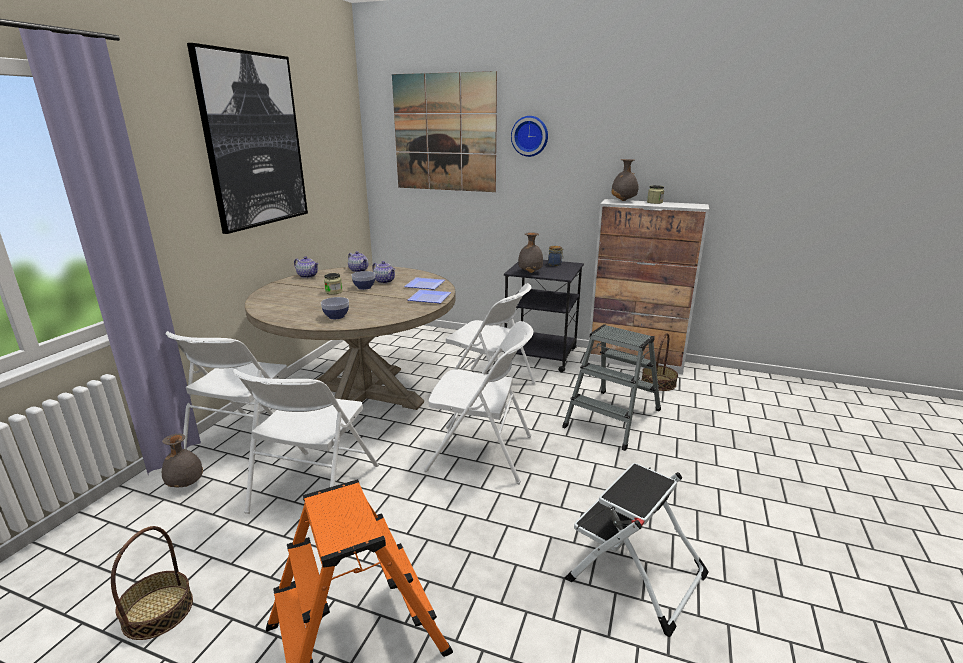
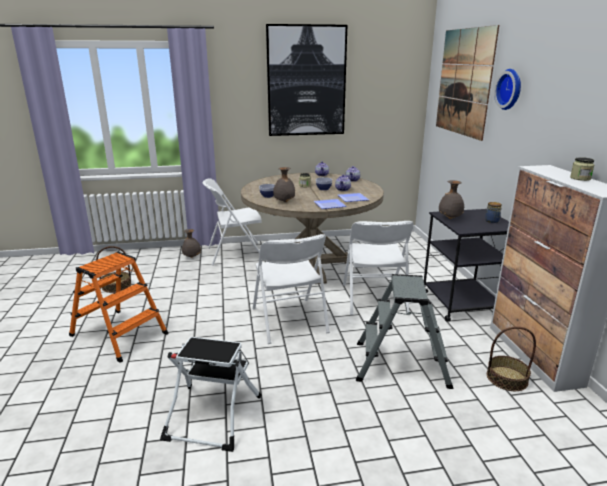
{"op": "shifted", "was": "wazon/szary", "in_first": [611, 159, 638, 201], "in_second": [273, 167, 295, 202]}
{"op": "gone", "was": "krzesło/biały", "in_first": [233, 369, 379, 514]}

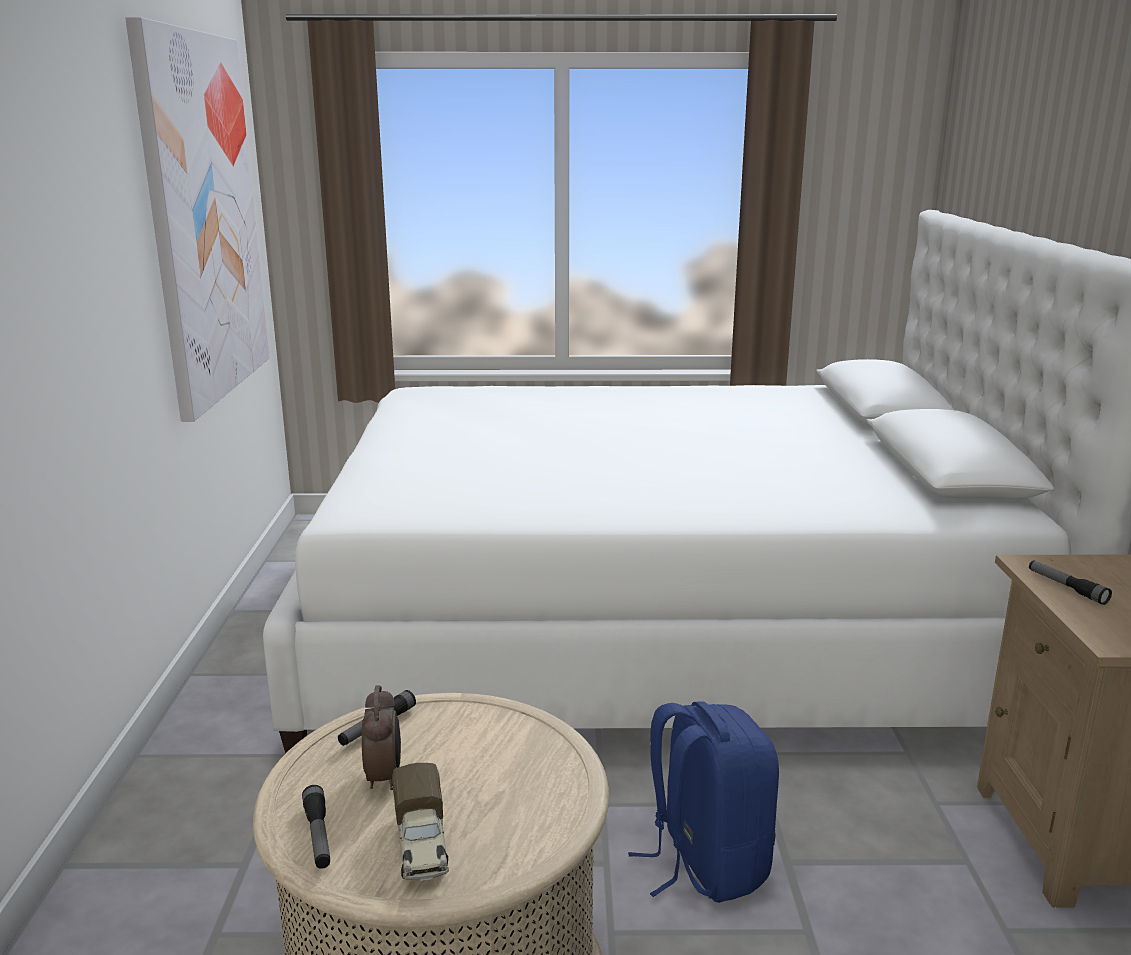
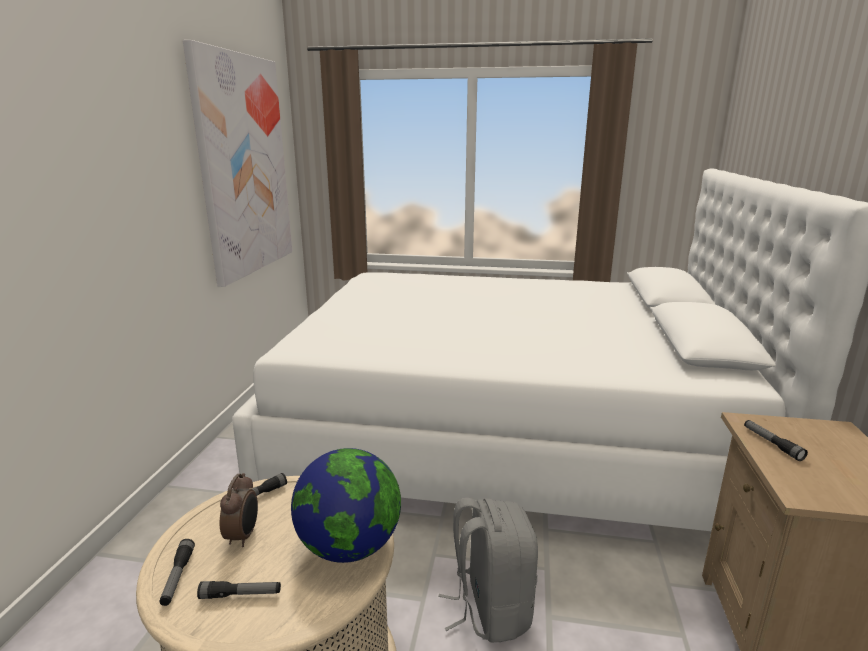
{"op": "swapped", "was": "ciężarówka zabawkowa", "now": "latarka", "in_first": [392, 763, 449, 881], "in_second": [197, 581, 281, 599]}
{"op": "new", "now": "globus", "in_second": [291, 448, 401, 563]}
{"op": "repainted", "was": "plecak/niebieski", "now": "plecak/szary", "in_first": [628, 701, 779, 903], "in_second": [438, 498, 538, 642]}

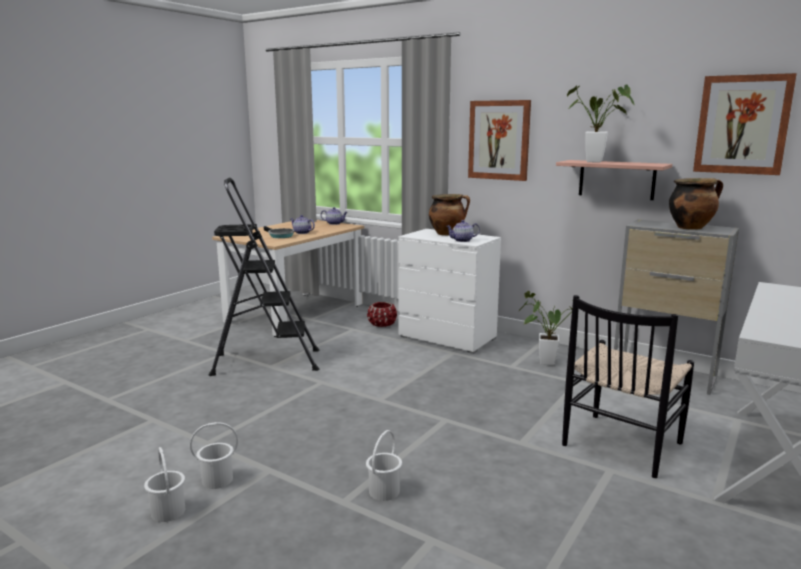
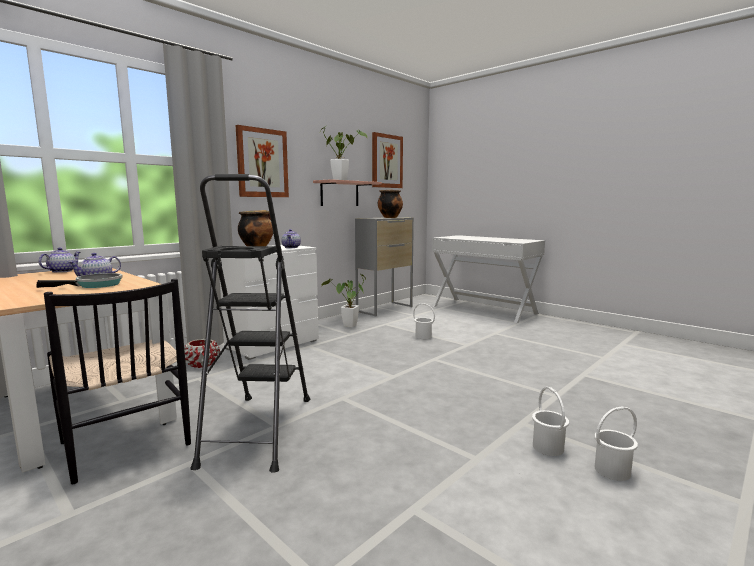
{"op": "shifted", "was": "krzesło/czarny", "in_first": [562, 295, 694, 478], "in_second": [44, 279, 191, 484]}
{"op": "shifted", "was": "wiadro/biały", "in_first": [366, 430, 402, 501], "in_second": [413, 303, 435, 339]}

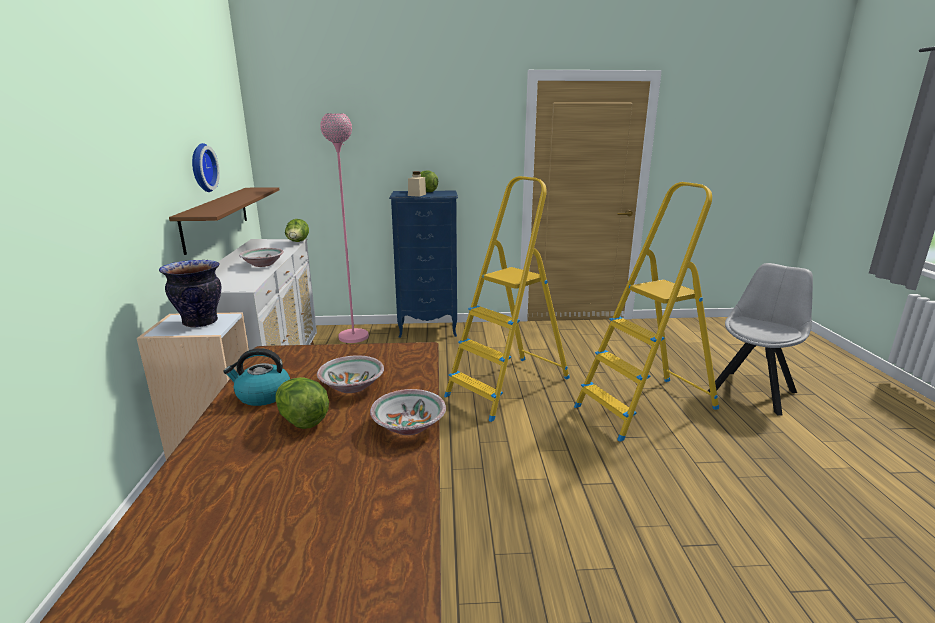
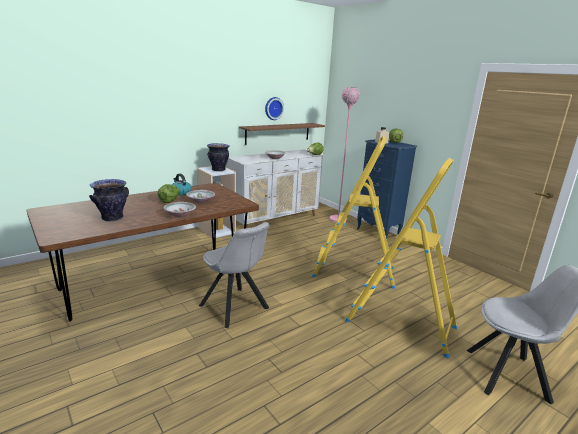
{"op": "new", "now": "wazon", "in_second": [89, 179, 129, 221]}
{"op": "new", "now": "krzesło/szary", "in_second": [199, 222, 269, 328]}

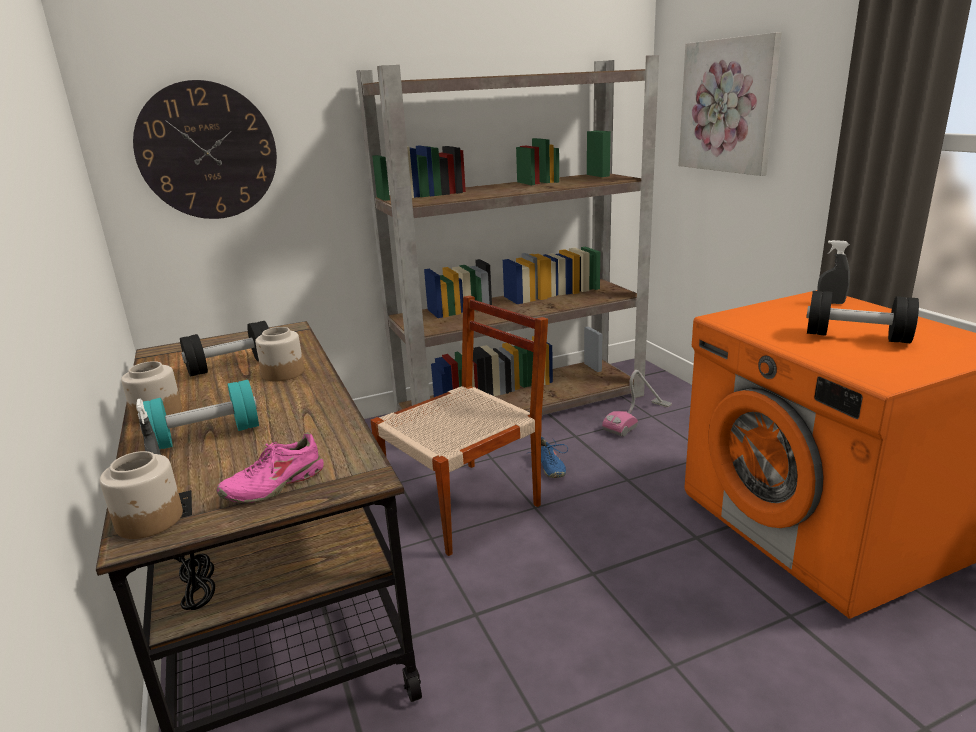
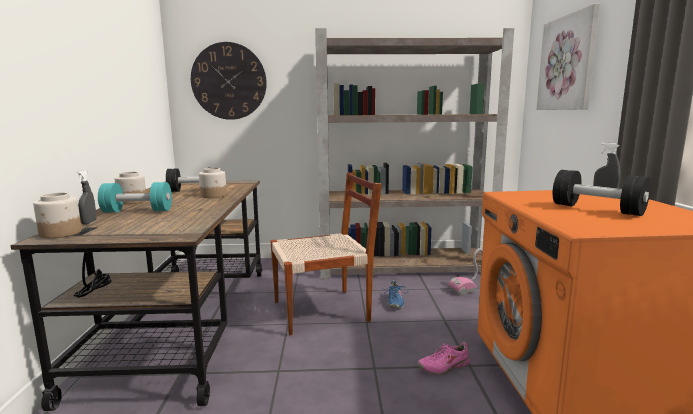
{"op": "shifted", "was": "but/różowy", "in_first": [216, 432, 324, 503], "in_second": [418, 342, 470, 375]}

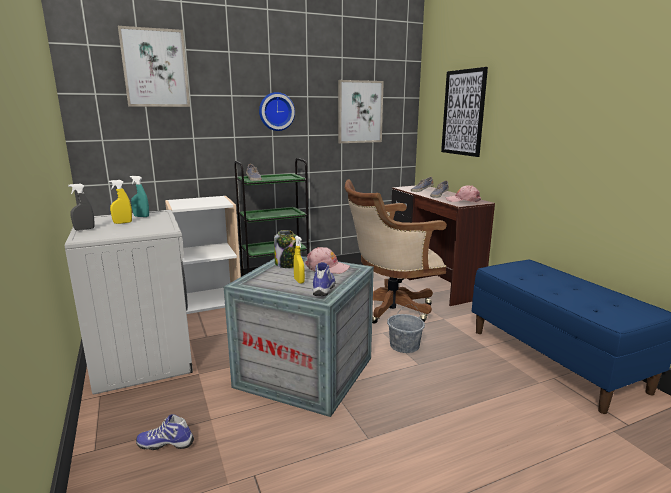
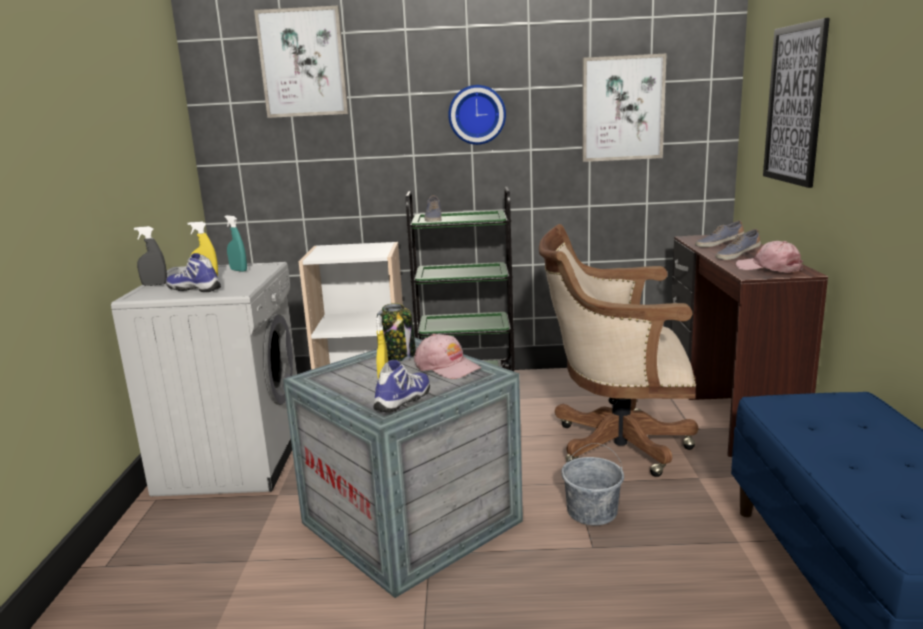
{"op": "shifted", "was": "but", "in_first": [136, 414, 194, 450], "in_second": [166, 253, 221, 292]}

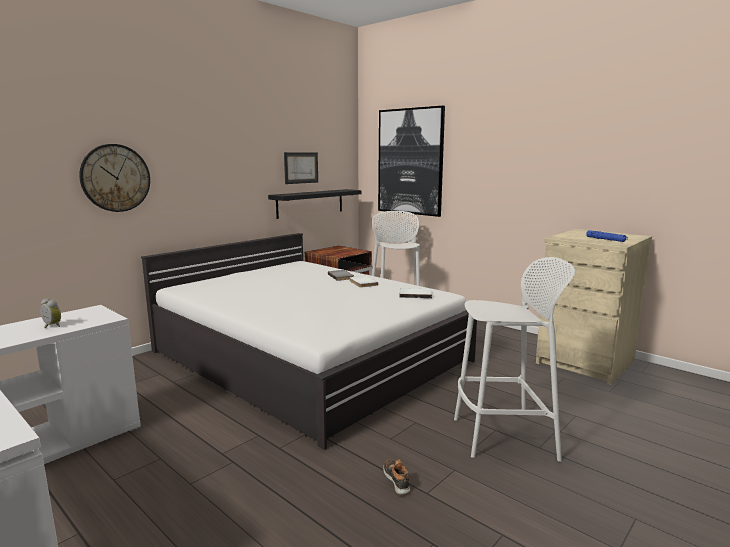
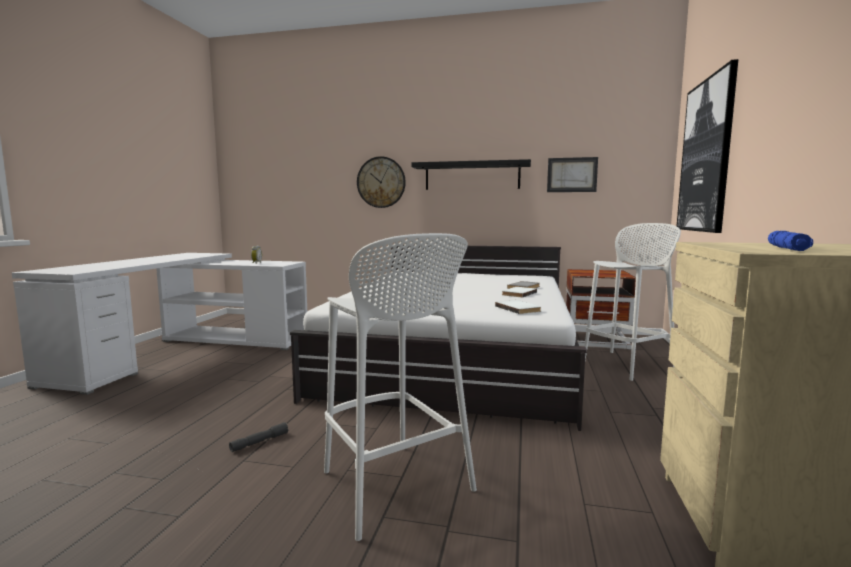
{"op": "swapped", "was": "but", "now": "latarka/szary", "in_first": [383, 459, 410, 495], "in_second": [229, 422, 288, 452]}
{"op": "shifted", "was": "półka/czarny", "in_first": [268, 189, 361, 219], "in_second": [411, 159, 531, 190]}

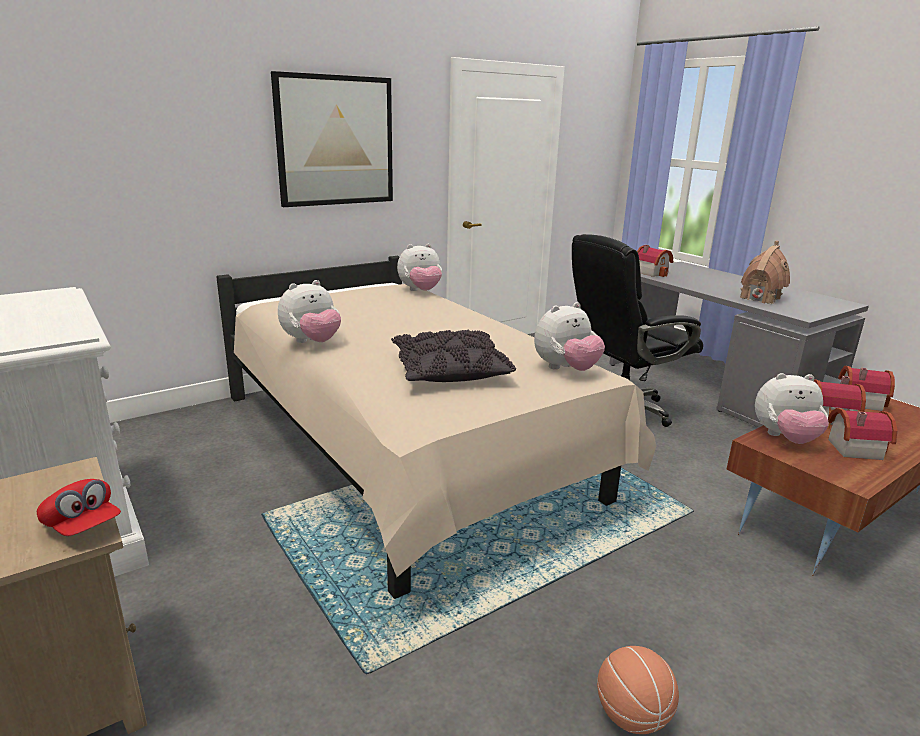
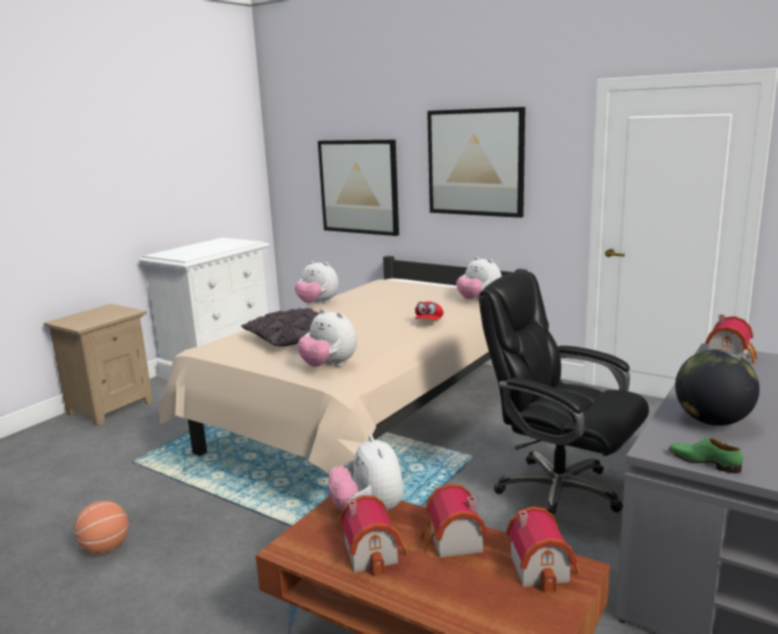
{"op": "new", "now": "obraz", "in_second": [318, 140, 399, 236]}
{"op": "shifted", "was": "czapka z daszkiem/czerwony", "in_first": [37, 479, 121, 536], "in_second": [415, 301, 443, 320]}
{"op": "new", "now": "but/zielony", "in_second": [669, 438, 743, 474]}
{"op": "swapped", "was": "domek", "now": "globus", "in_first": [740, 241, 790, 305], "in_second": [675, 349, 760, 426]}

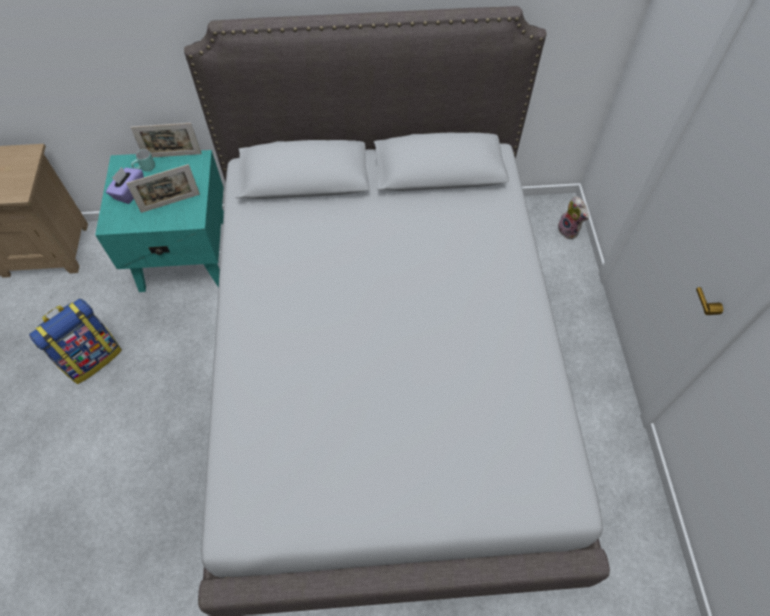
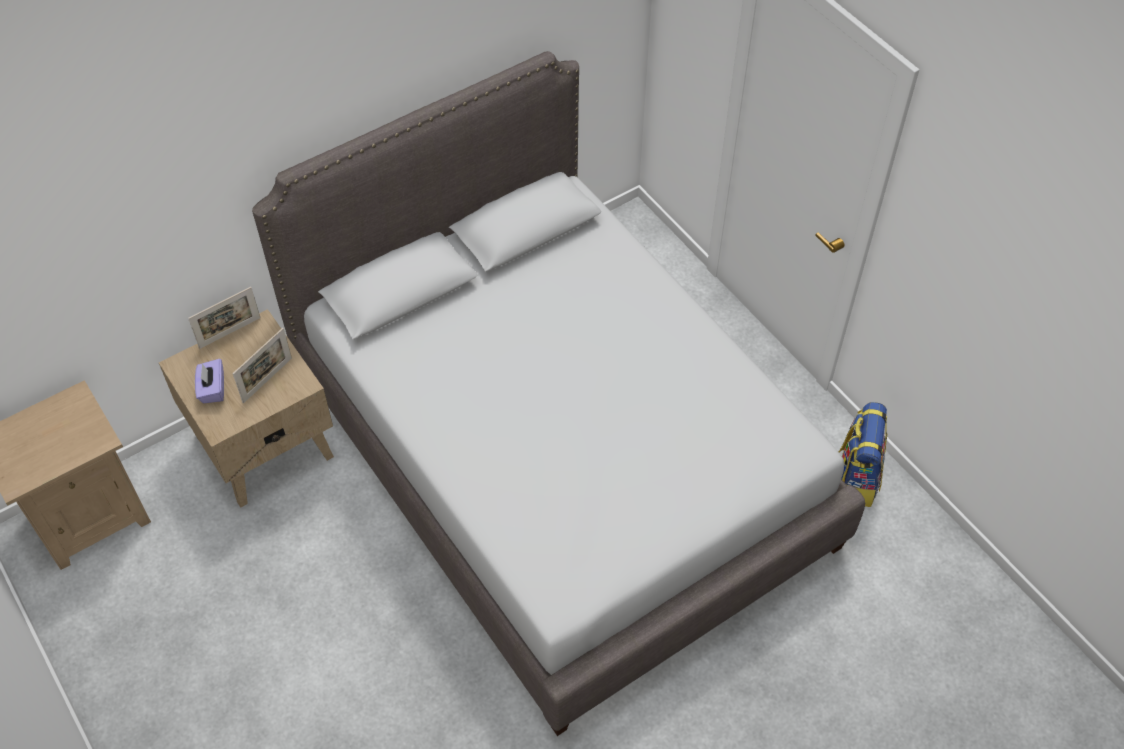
{"op": "repainted", "was": "szafka nocna/turkusowy", "now": "szafka nocna/beżowy", "in_first": [95, 150, 224, 292], "in_second": [159, 309, 334, 508]}
{"op": "shifted", "was": "plecak", "in_first": [29, 298, 122, 384], "in_second": [839, 402, 887, 507]}
{"op": "gone", "was": "kubek/turkusowy", "in_first": [131, 149, 155, 171]}
{"op": "gone", "was": "pluszak", "in_first": [558, 196, 589, 239]}

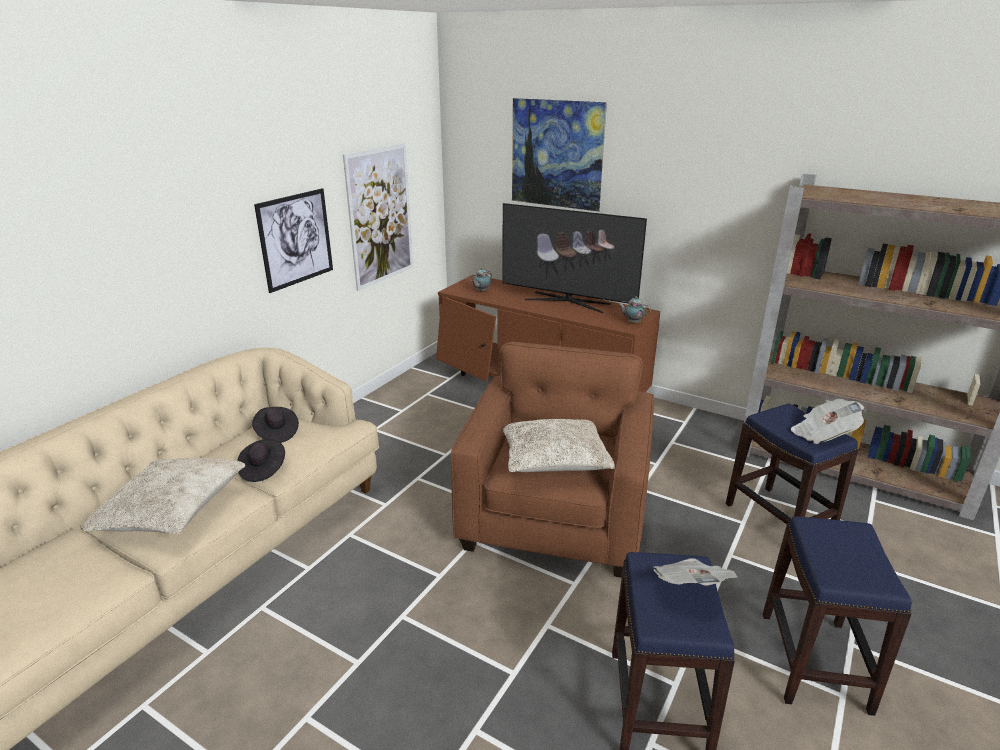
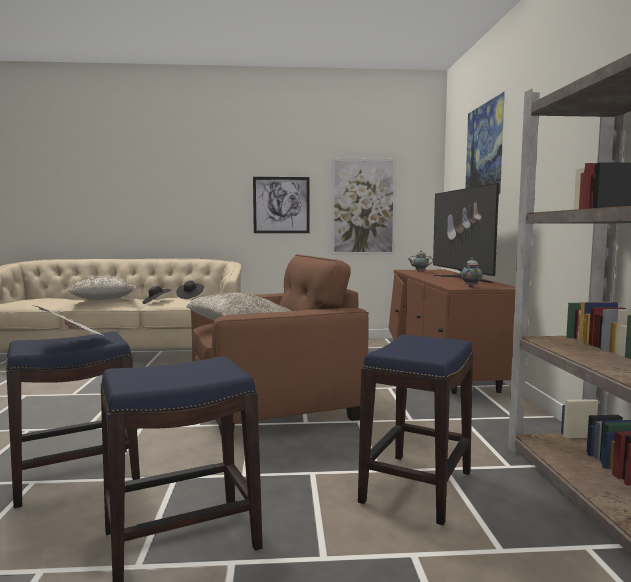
{"op": "gone", "was": "gazeta", "in_first": [791, 399, 864, 444]}

